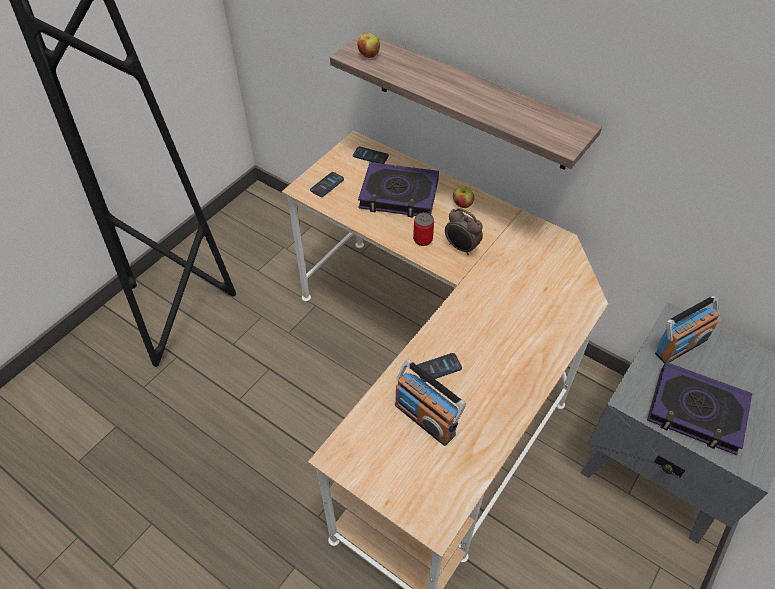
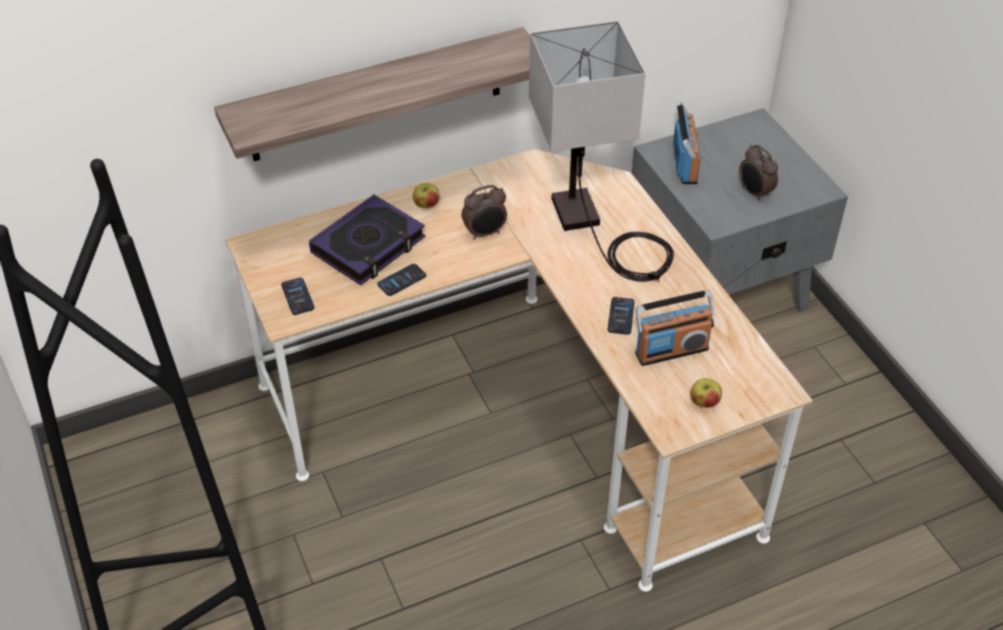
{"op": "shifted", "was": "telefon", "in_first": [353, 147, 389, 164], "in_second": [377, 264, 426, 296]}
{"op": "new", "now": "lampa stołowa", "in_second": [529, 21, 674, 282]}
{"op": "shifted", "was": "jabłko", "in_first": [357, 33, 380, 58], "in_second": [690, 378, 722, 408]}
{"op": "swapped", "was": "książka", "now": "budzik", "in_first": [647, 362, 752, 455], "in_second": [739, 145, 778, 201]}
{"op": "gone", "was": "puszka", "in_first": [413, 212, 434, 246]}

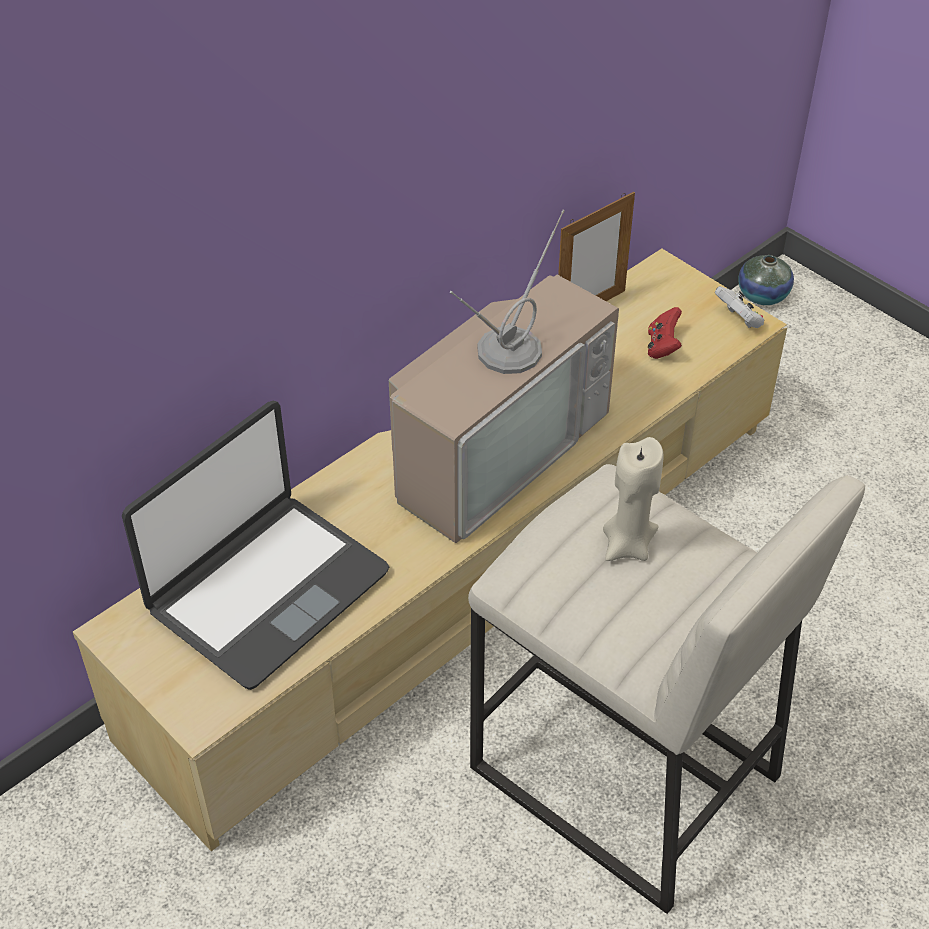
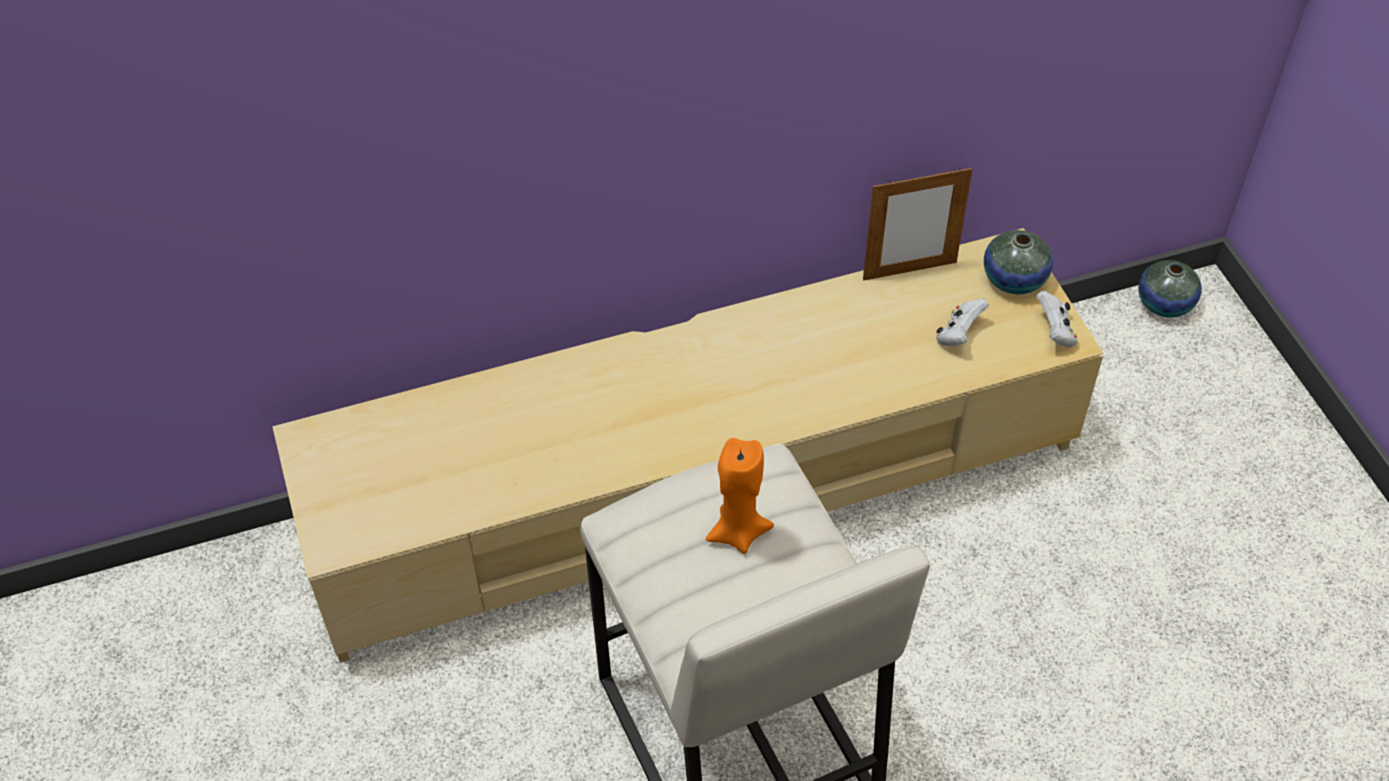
{"op": "repainted", "was": "świeca/beżowy", "now": "świeca/pomarańczowy", "in_first": [603, 437, 663, 561], "in_second": [706, 438, 774, 554]}
{"op": "repainted", "was": "pad do gier/czerwony", "now": "pad do gier/biały", "in_first": [648, 307, 682, 359], "in_second": [936, 298, 989, 346]}
{"op": "new", "now": "wazon", "in_second": [984, 230, 1053, 295]}
{"op": "gone", "was": "laptop", "in_first": [122, 401, 389, 690]}
{"op": "gone", "was": "telewizor", "in_first": [389, 210, 619, 543]}

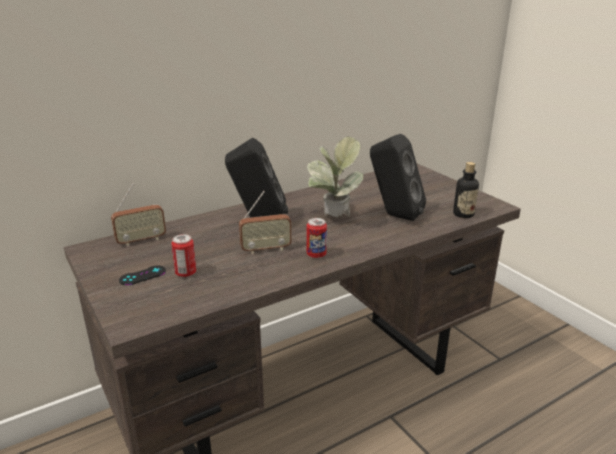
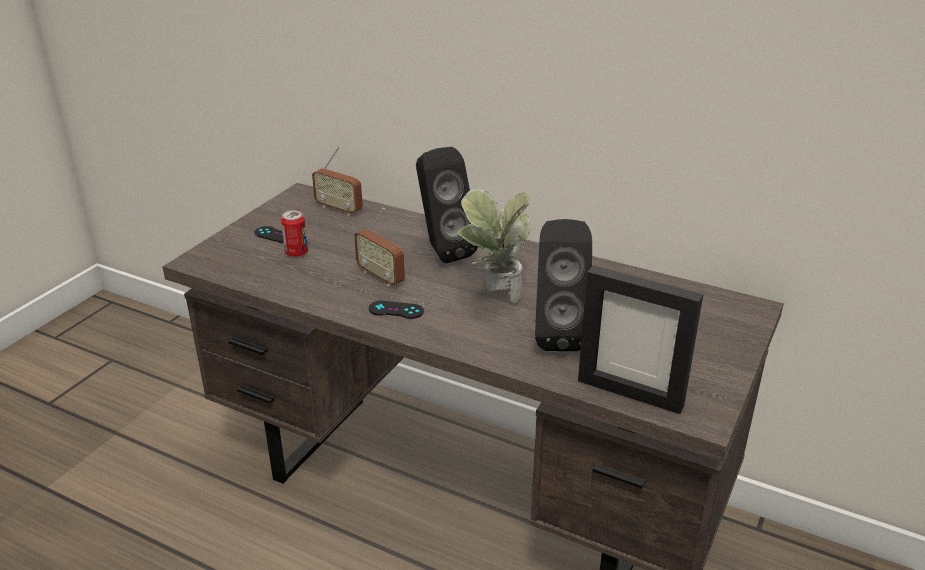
{"op": "swapped", "was": "puszka", "now": "pad do gier/czarny", "in_first": [307, 218, 327, 258], "in_second": [369, 301, 424, 319]}
{"op": "swapped", "was": "butelka", "now": "ramka na zdjęcie", "in_first": [453, 162, 479, 218], "in_second": [578, 265, 703, 414]}

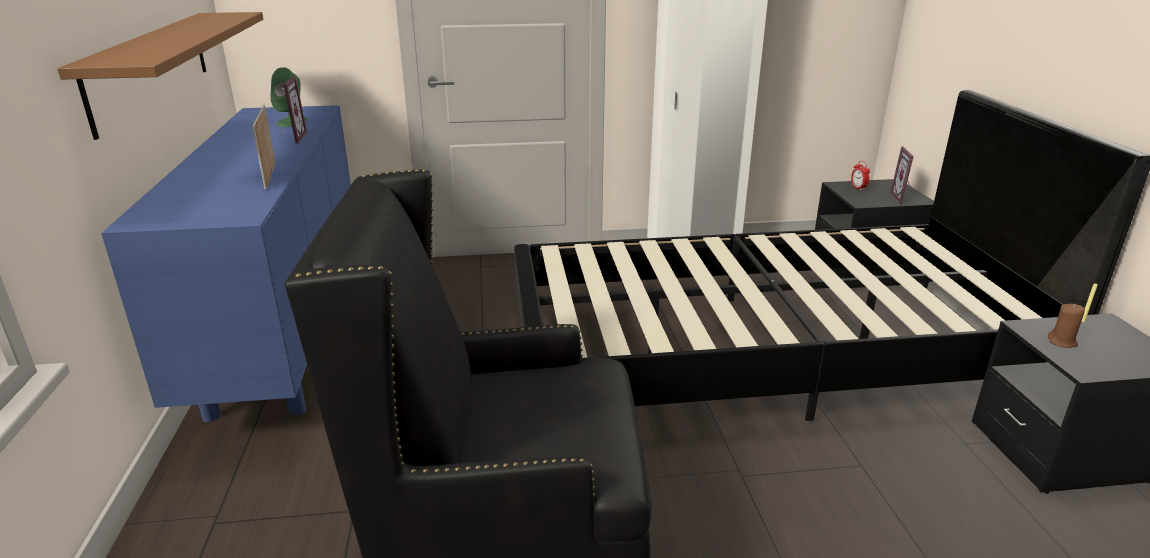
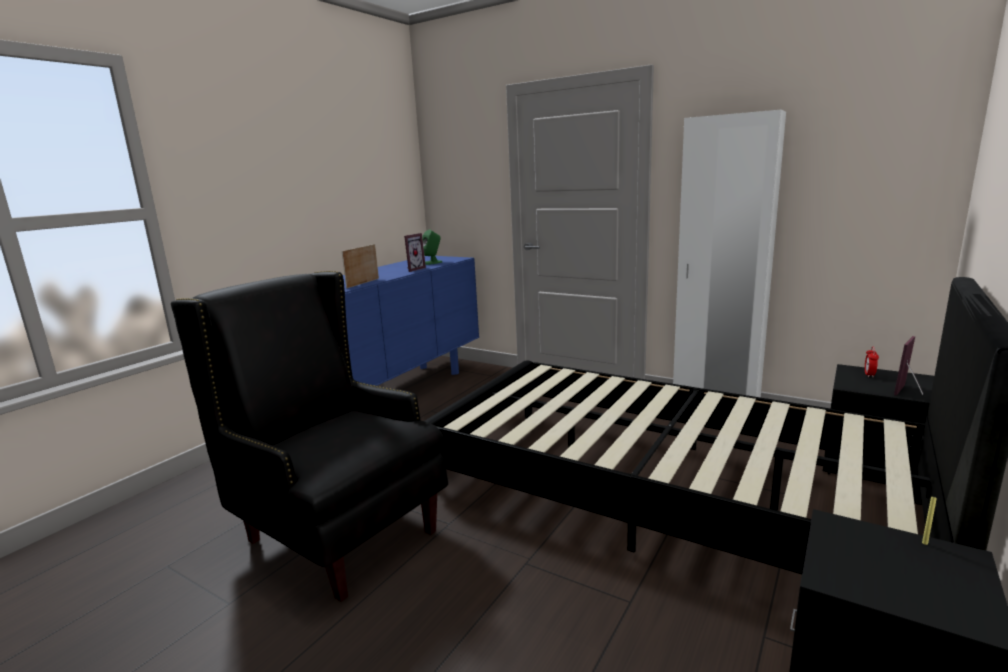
{"op": "gone", "was": "półka/brązowy", "in_first": [57, 12, 263, 140]}
{"op": "gone", "was": "świeca/brązowy", "in_first": [1048, 304, 1085, 348]}

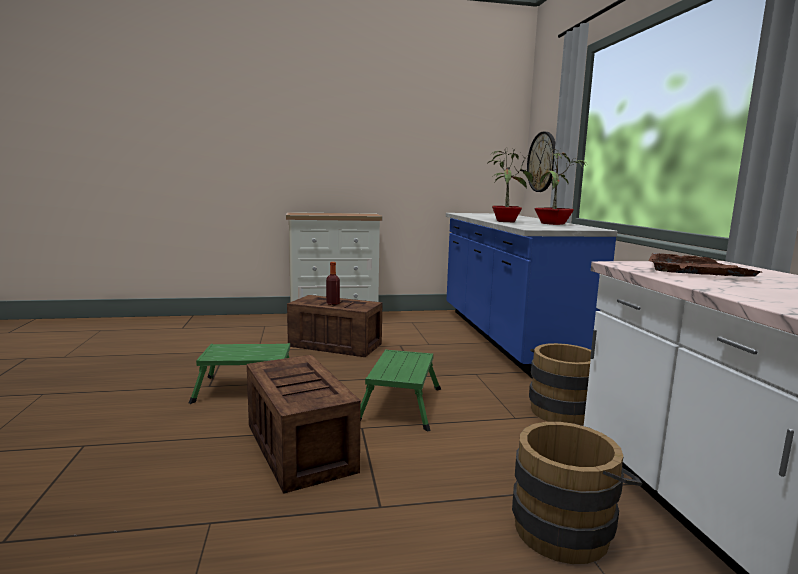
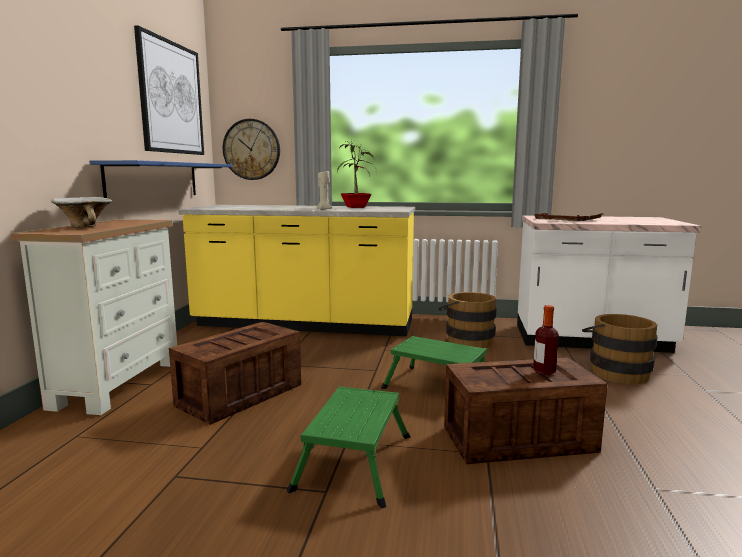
{"op": "new", "now": "miska", "in_second": [51, 197, 112, 228]}
{"op": "new", "now": "półka/niebieski", "in_second": [89, 160, 233, 198]}
{"op": "new", "now": "obraz", "in_second": [134, 25, 204, 155]}
{"op": "repainted", "was": "zabudowa kuchenna/niebieski", "now": "zabudowa kuchenna/żółty", "in_first": [446, 213, 618, 379], "in_second": [178, 205, 415, 336]}
{"op": "swapped", "was": "roślina doniczkowa", "now": "świeca/beżowy", "in_first": [487, 147, 533, 222], "in_second": [316, 170, 332, 210]}
{"op": "shifted", "was": "butelka", "in_first": [326, 262, 340, 305], "in_second": [533, 305, 559, 375]}

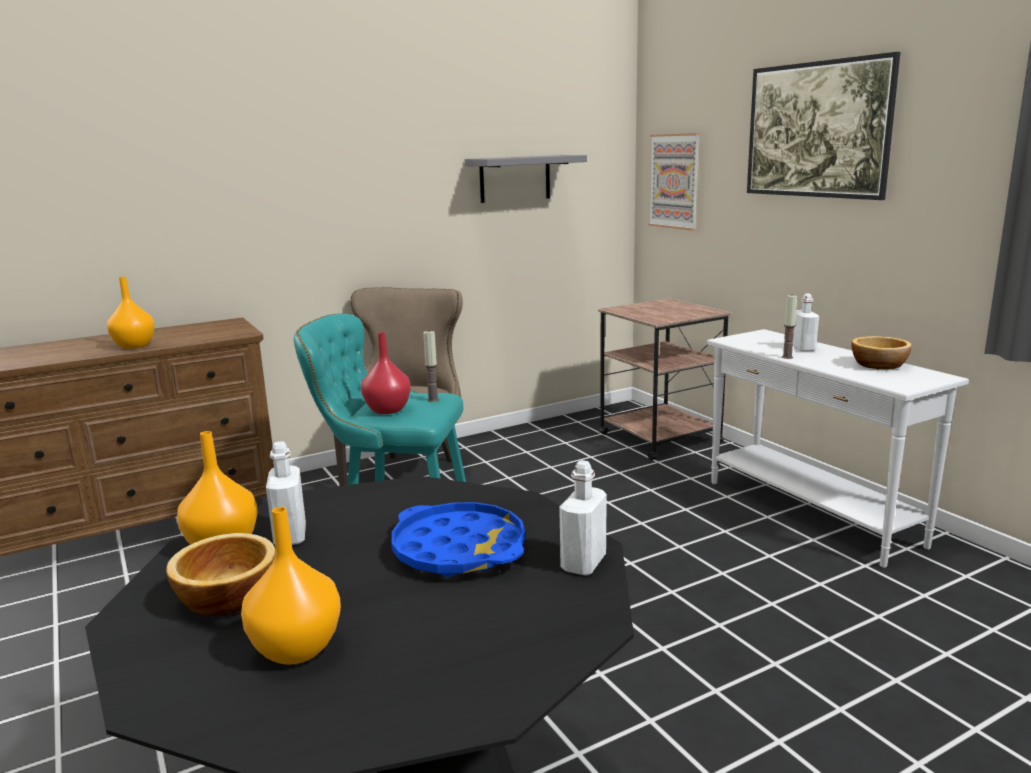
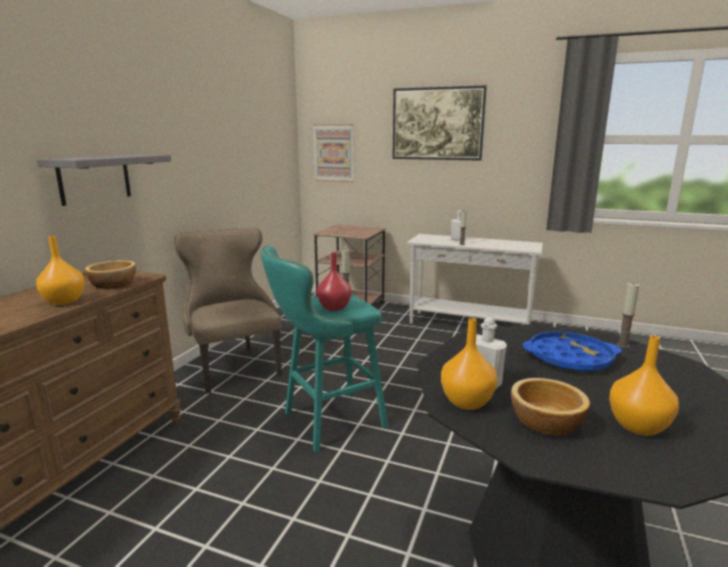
{"op": "shifted", "was": "półka/szary", "in_first": [465, 155, 587, 203], "in_second": [37, 154, 171, 206]}
{"op": "shifted", "was": "miska", "in_first": [851, 336, 912, 370], "in_second": [85, 260, 136, 289]}
{"op": "swapped", "was": "butelka/biały", "now": "świeca", "in_first": [559, 460, 607, 576], "in_second": [617, 282, 639, 348]}

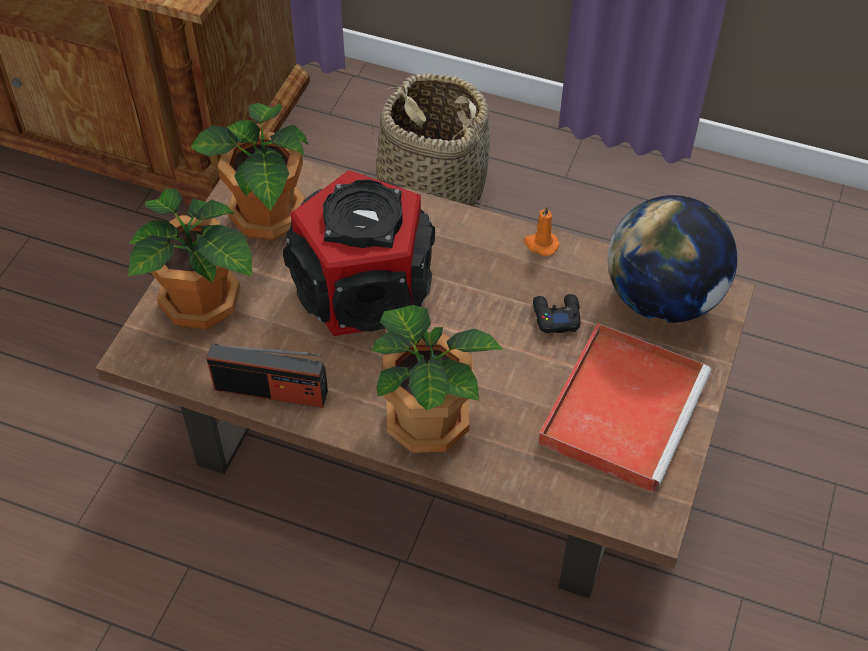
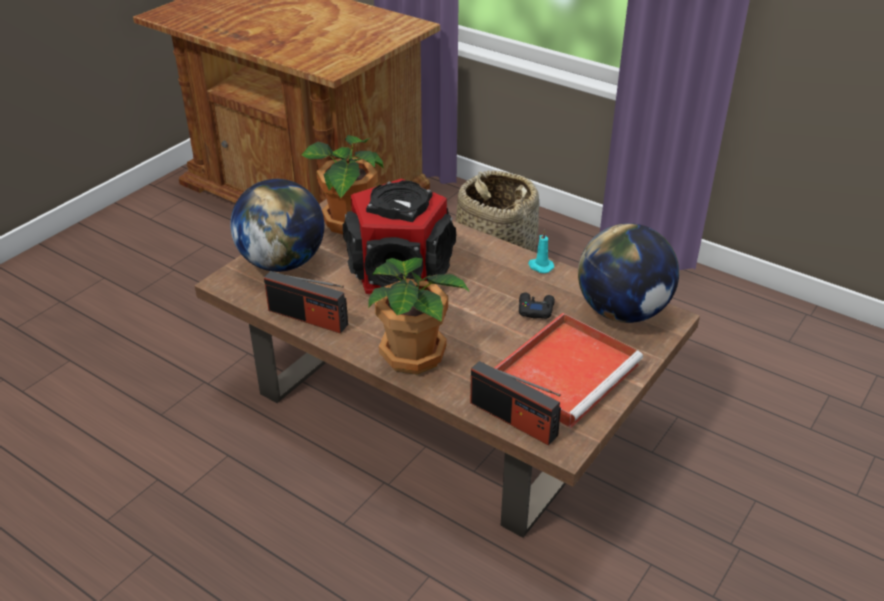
{"op": "swapped", "was": "roślina doniczkowa", "now": "globus", "in_first": [128, 188, 252, 330], "in_second": [230, 179, 324, 272]}
{"op": "new", "now": "radio", "in_second": [470, 361, 561, 446]}
{"op": "repainted", "was": "świeca/pomarańczowy", "now": "świeca/turkusowy", "in_first": [524, 205, 560, 256], "in_second": [528, 230, 554, 273]}

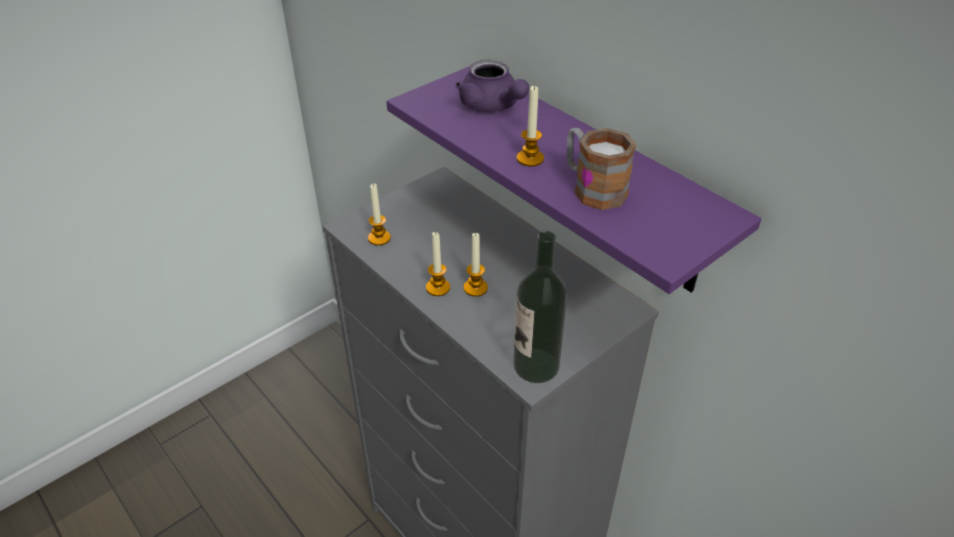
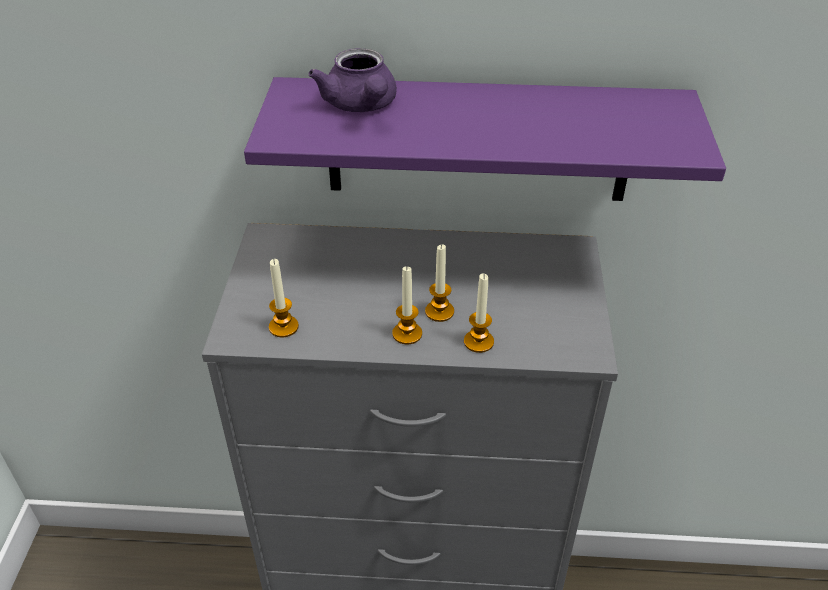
{"op": "rotated", "was": "imbryk/fioletowy", "in_first": [455, 60, 529, 112], "in_second": [308, 48, 397, 112], "clockwise": 60}
{"op": "shifted", "was": "świeca", "in_first": [517, 85, 544, 167], "in_second": [464, 273, 494, 353]}
{"op": "gone", "was": "butelka", "in_first": [513, 231, 567, 383]}
{"op": "gone", "was": "kubek", "in_first": [567, 128, 637, 210]}

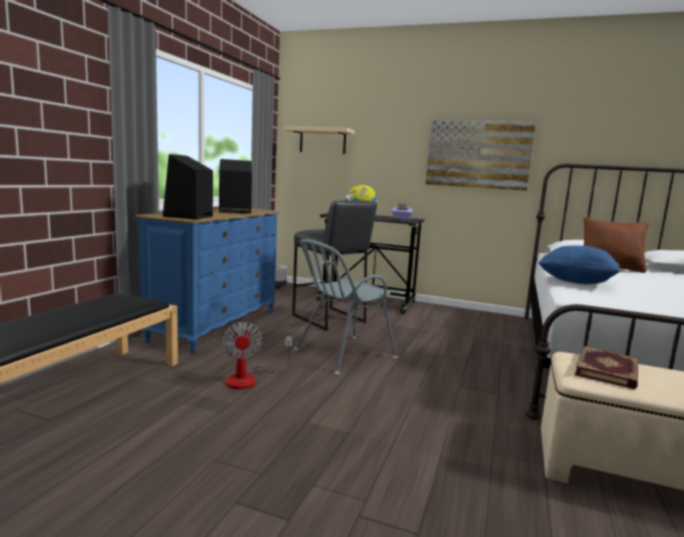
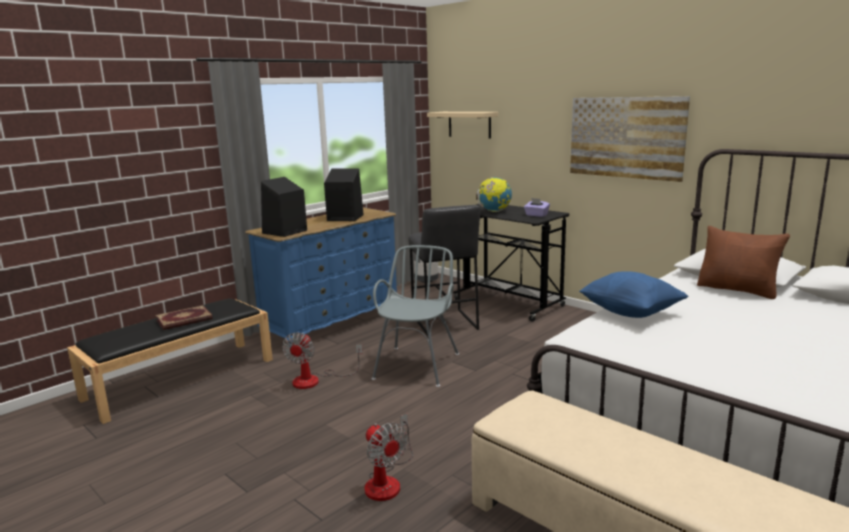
{"op": "shifted", "was": "książka", "in_first": [575, 346, 638, 389], "in_second": [156, 305, 213, 330]}
{"op": "new", "now": "wentylator", "in_second": [365, 414, 413, 501]}
{"op": "rotated", "was": "krzesło/szary", "in_first": [294, 239, 397, 374], "in_second": [372, 245, 459, 387], "clockwise": 120}

